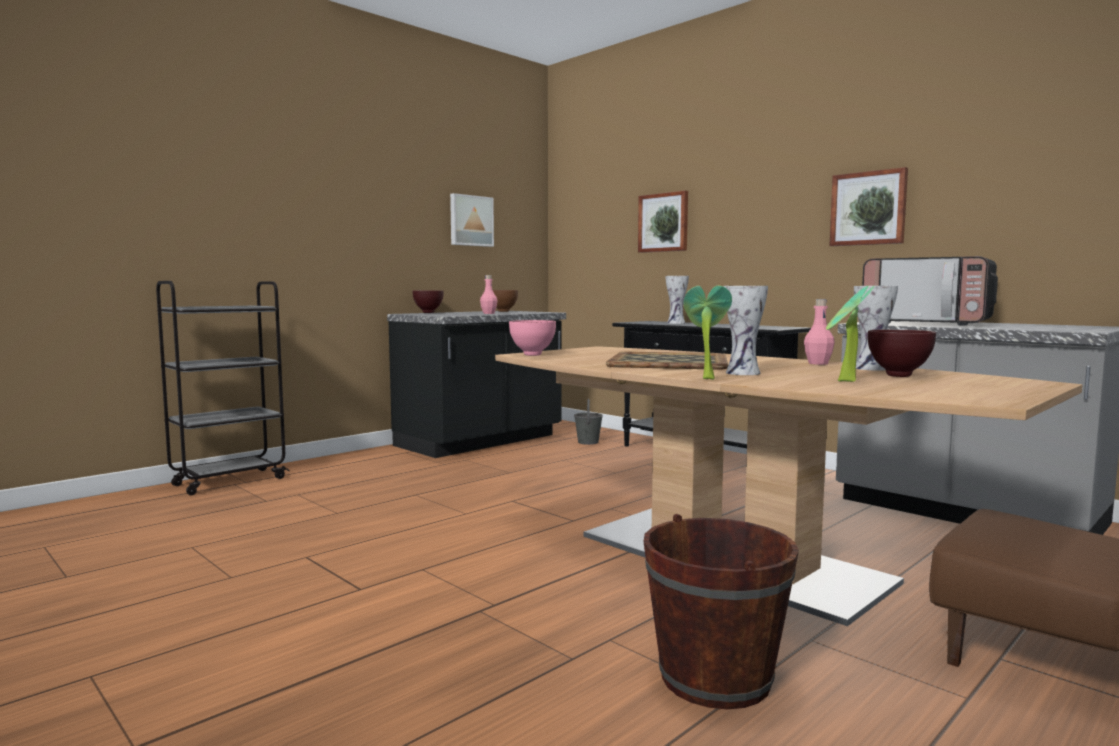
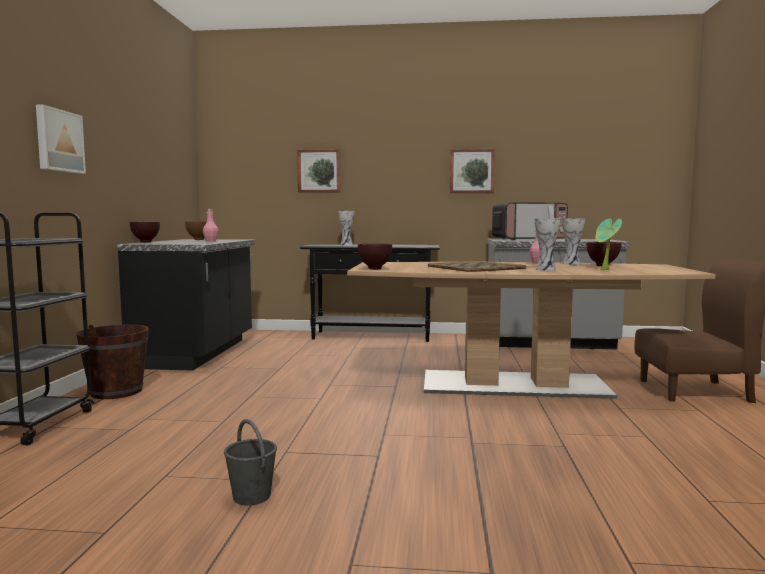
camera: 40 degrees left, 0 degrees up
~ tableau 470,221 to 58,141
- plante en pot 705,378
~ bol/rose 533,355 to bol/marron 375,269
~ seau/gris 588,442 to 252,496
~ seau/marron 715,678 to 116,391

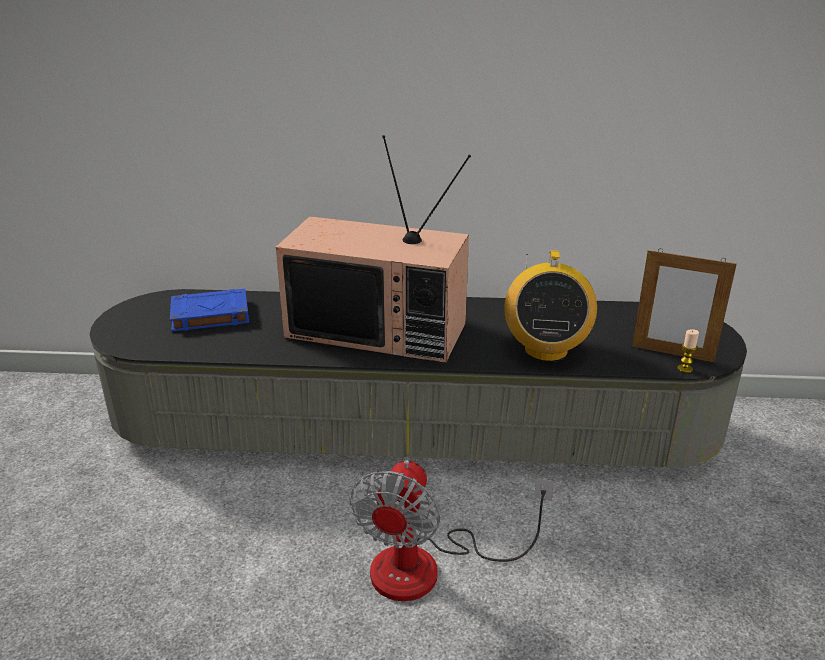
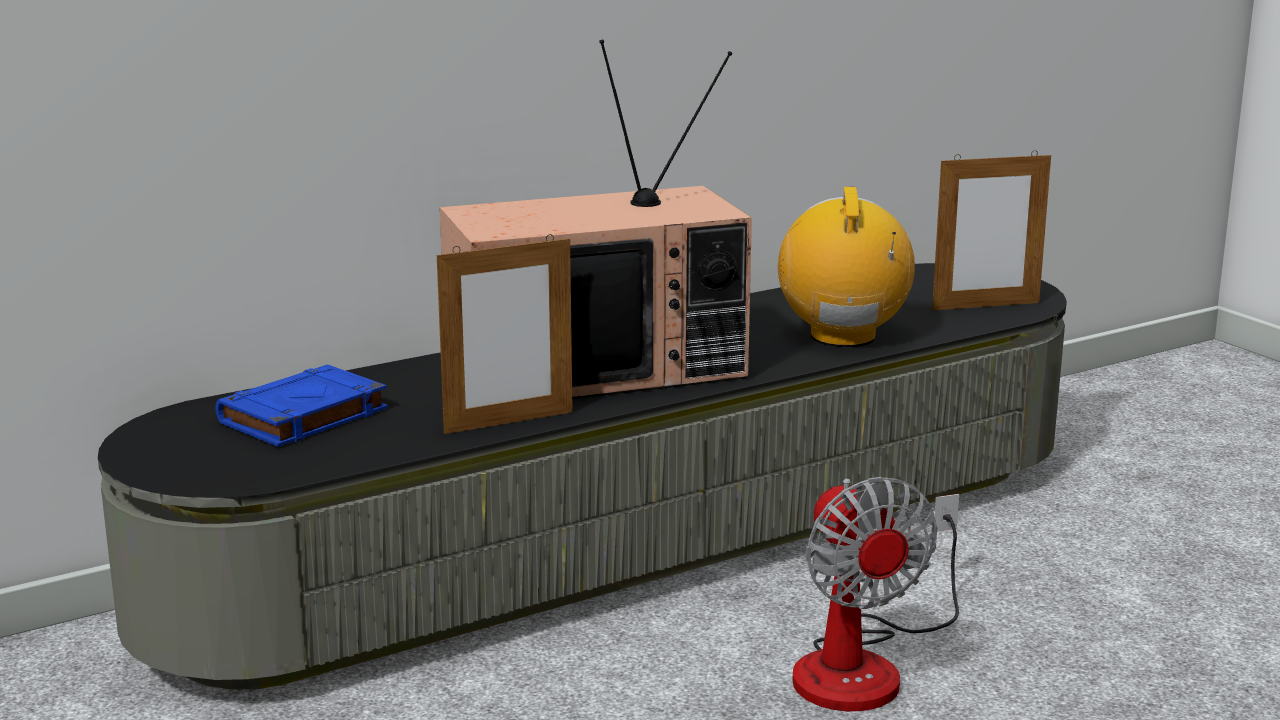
camera: 35 degrees left, 10 degrees down
~ radio 545,350 = 843,337 150 degrees counterclockwise
- bougie 685,369
+ cadre photo 509,422

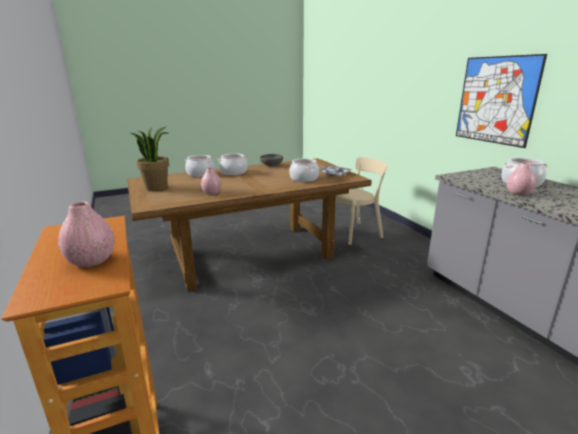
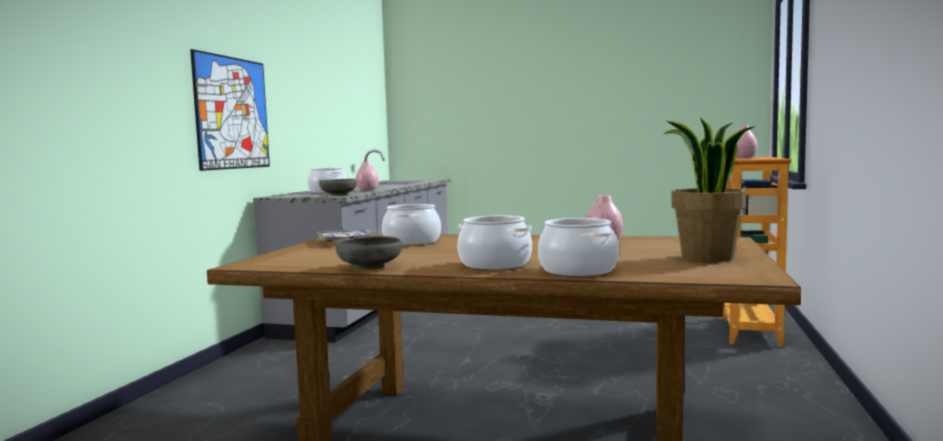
camera: 140 degrees left, 15 degrees down
- chaise/beige 357,233
+ bol/gris 338,195

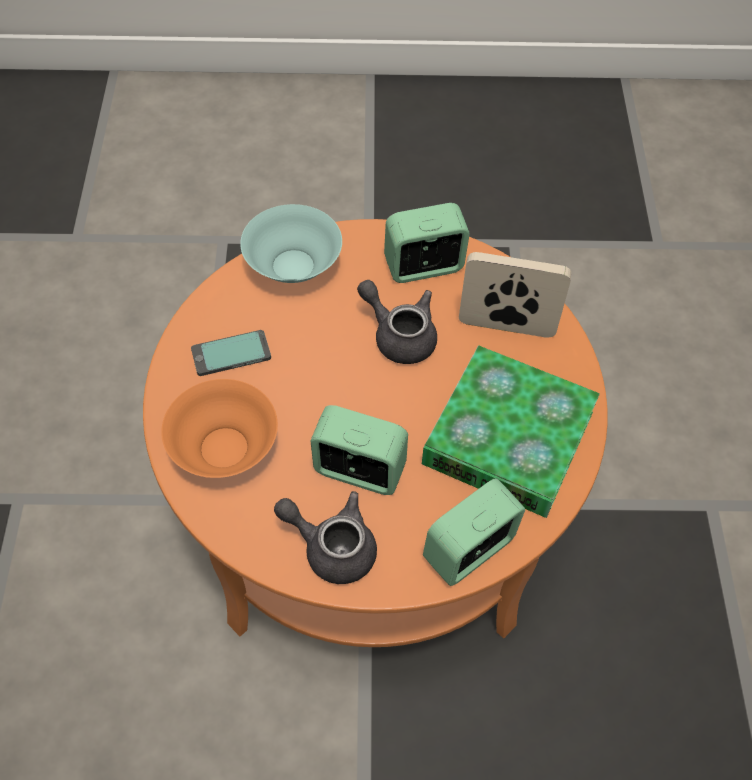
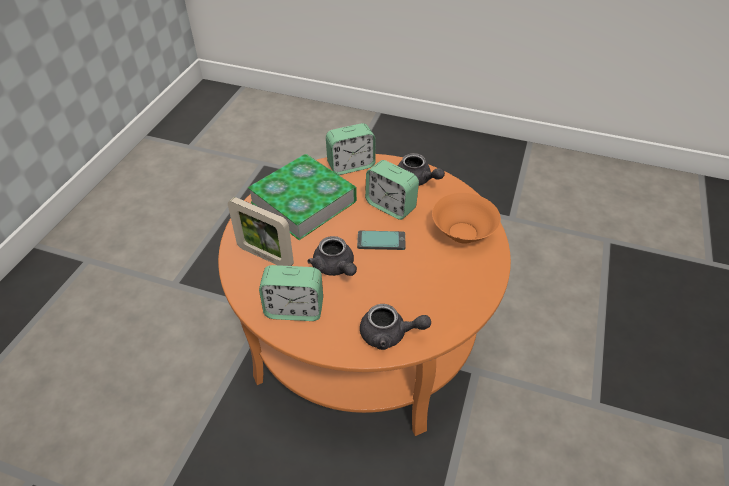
camera: 160 degrees left, 10 degrees down
~ bol/turquoise 292,267 to théière/gris 389,335
~ téléphone 231,354 to 381,241

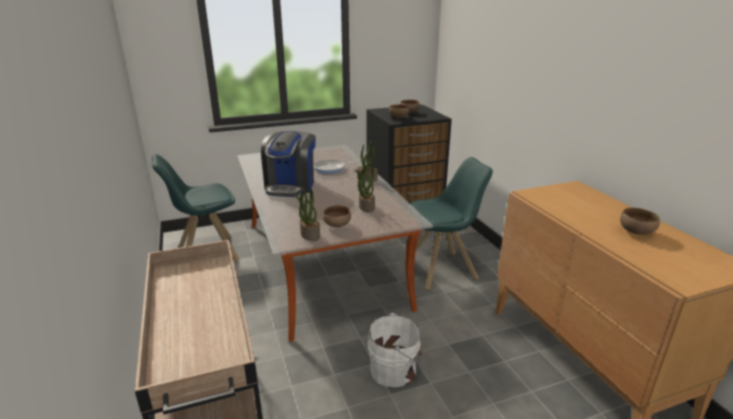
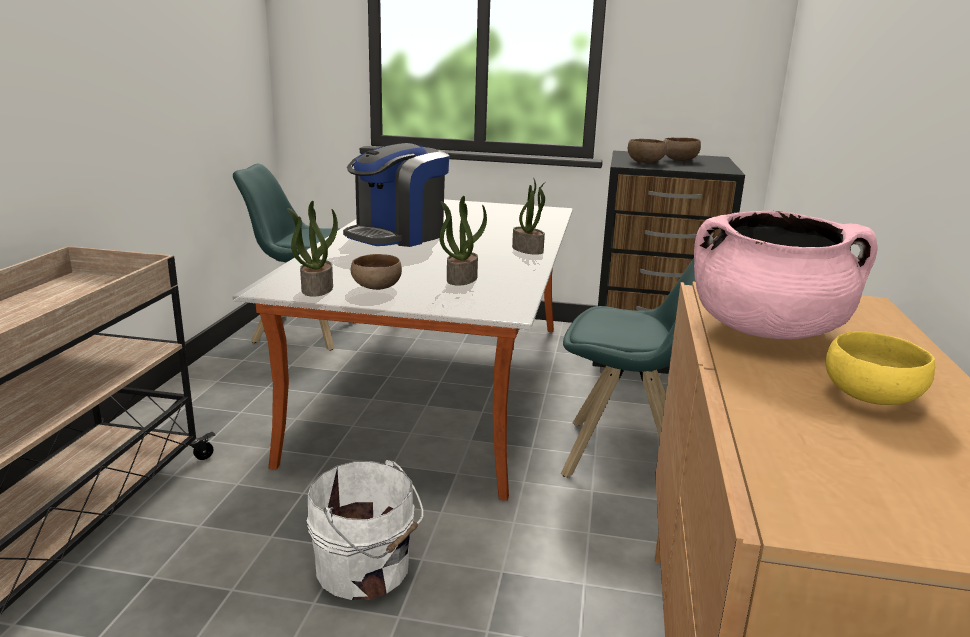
camera: 30 degrees right, 5 degrees down
- poêle 331,168
~ bol/marron 637,232 to bol/jaune 872,399
+ marmite/rose 767,331

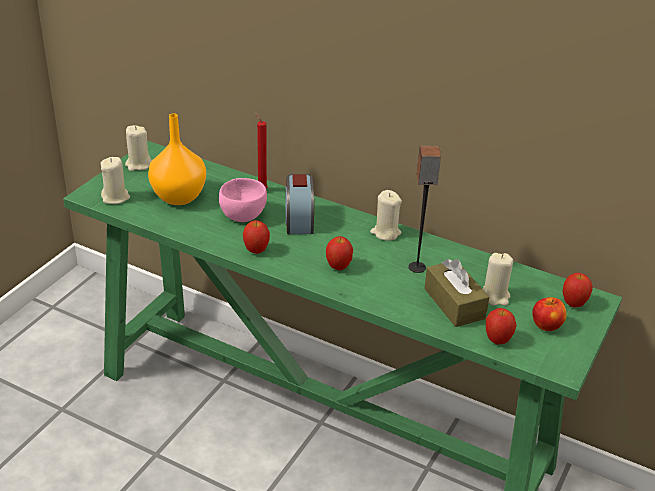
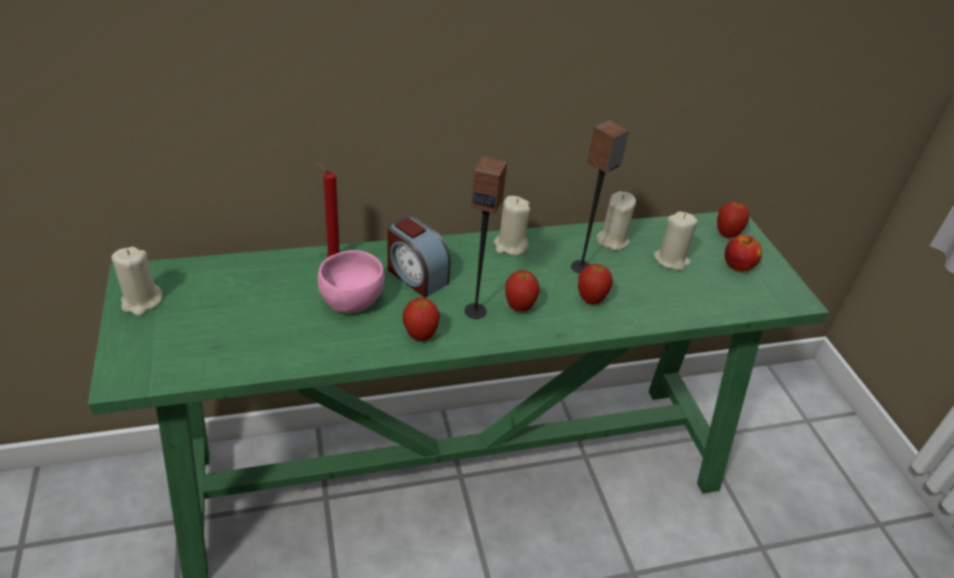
camera: 45 degrees left, 5 degrees up
- vase/orange 179,197
~ bougie/beige 116,197 to 612,240
- boîte à mouchoirs/marron 454,303
~ pomme 497,340 to 590,299
+ enceinte 475,311

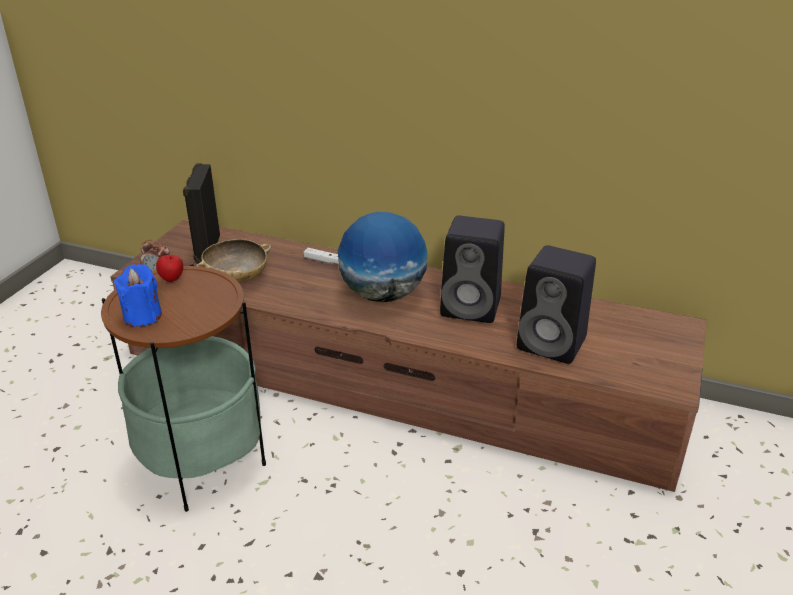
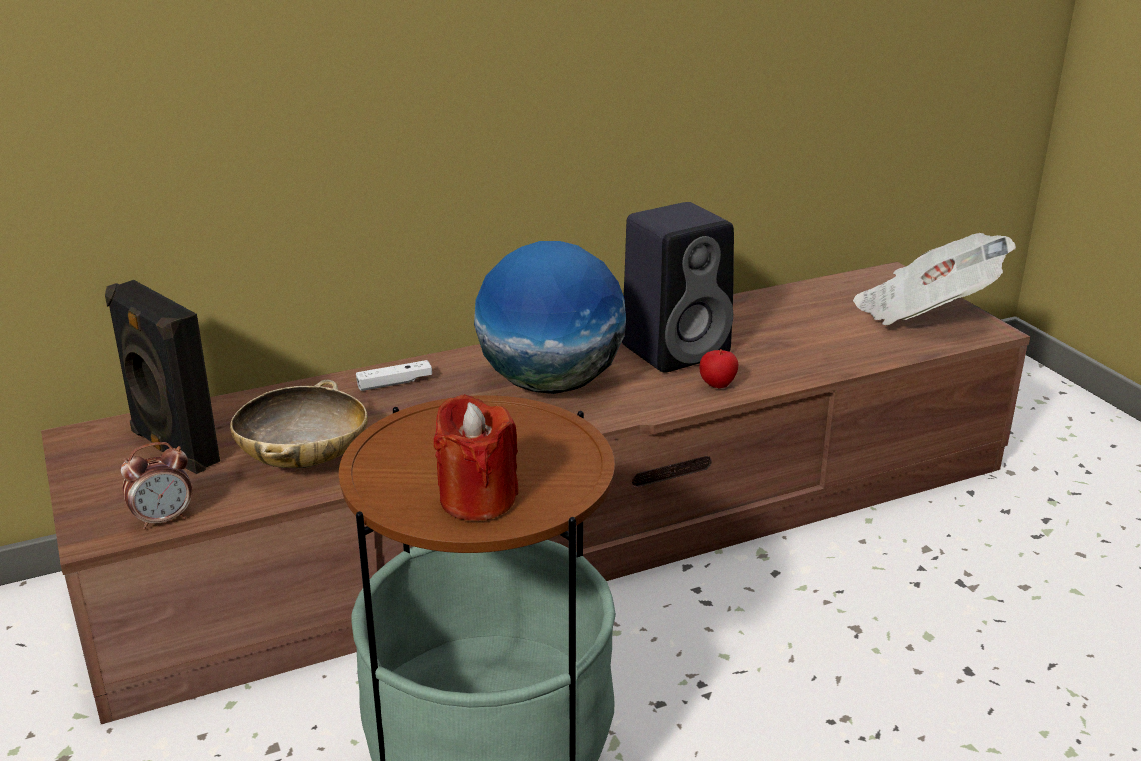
camera: 45 degrees left, 5 degrees down
- enceinte/noir 554,344
~ pomme 172,279 to 717,386
~ bougie/bleu 142,316 to bougie/rouge 477,499
+ journal 925,313

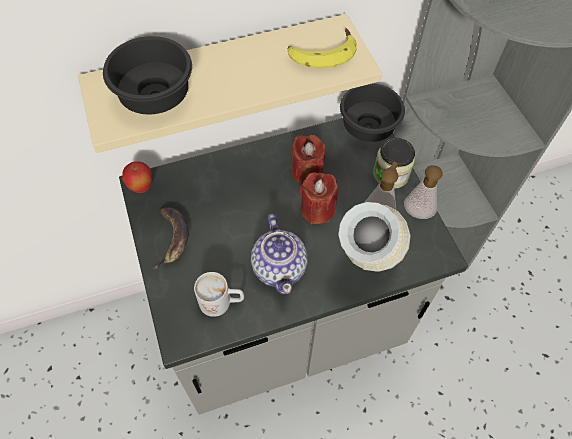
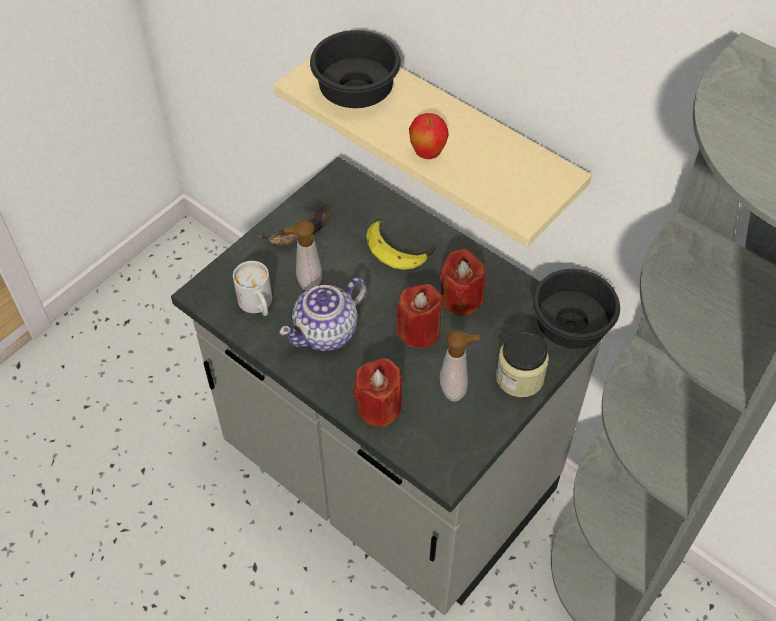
camera: 60 degrees right, 5 degrees down
~ banane 321,53 to 399,248
~ pomme 141,188 to 427,154
~ distributeur de savon 416,215 to 306,282
~ vase 366,267 to bougie/rouge 379,407

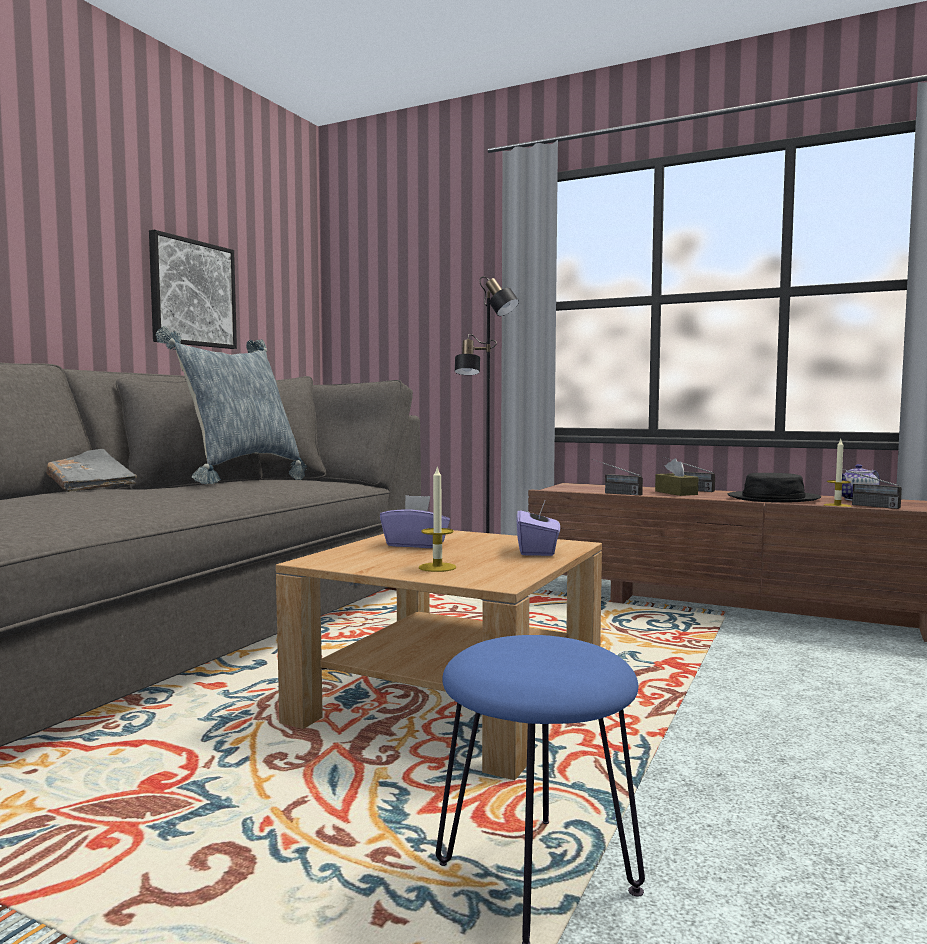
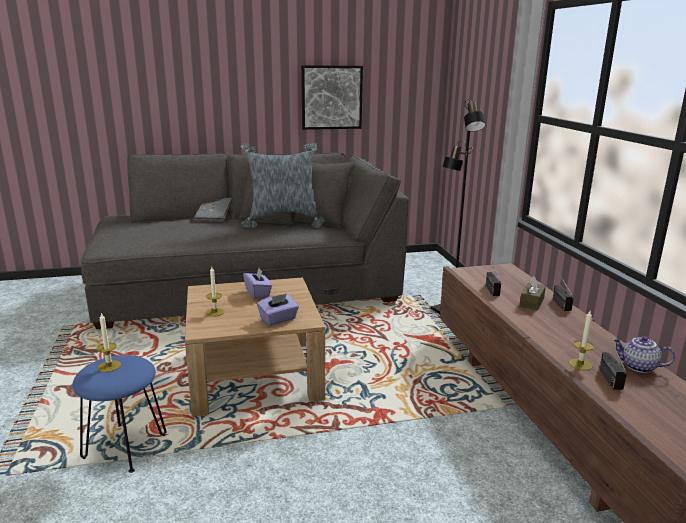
camera: 50 degrees right, 15 degrees up
- chapeau/noir 773,498
+ bougie 109,366

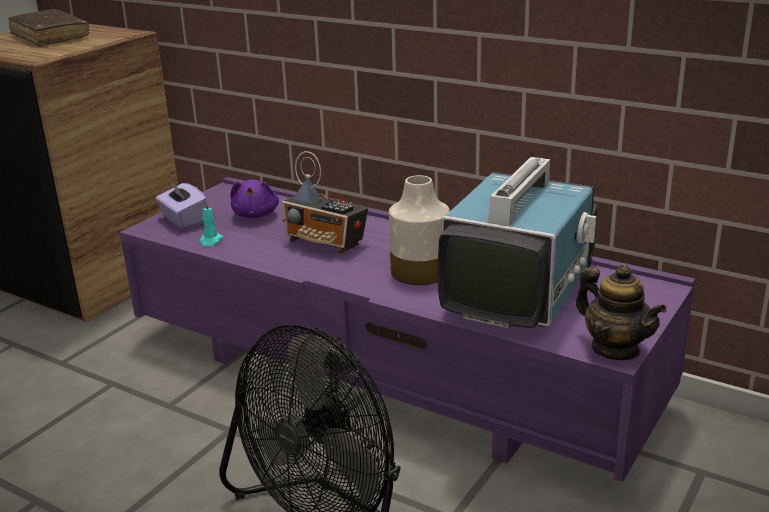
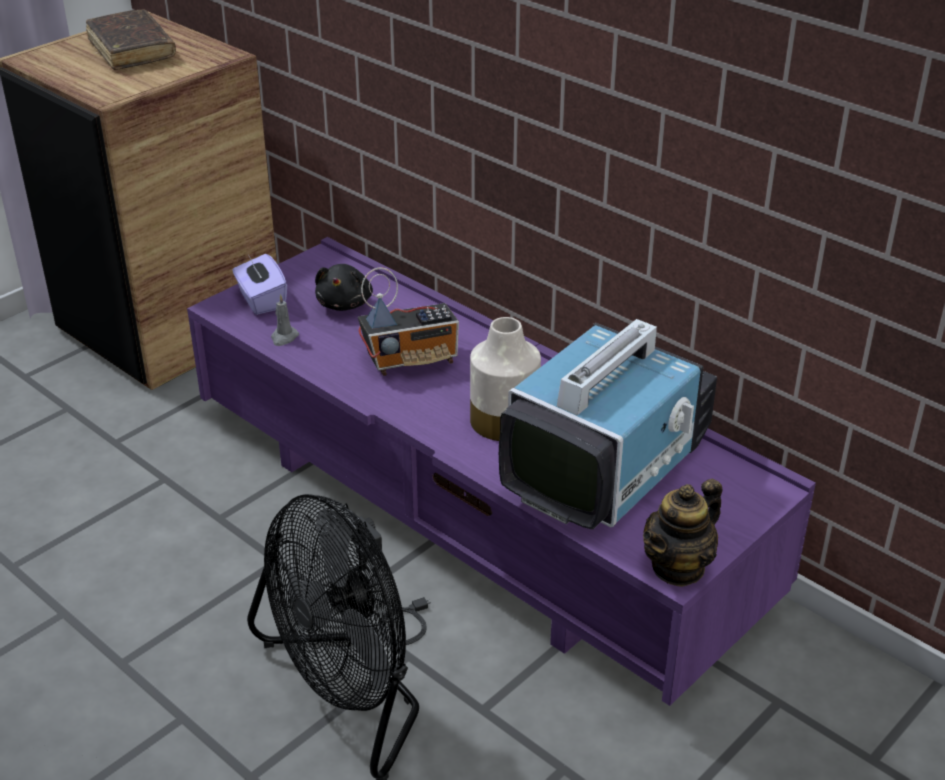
camera: 10 degrees right, 10 degrees up
~ radio 326,243 = 412,360 60 degrees counterclockwise
~ peluche/violet 256,215 to peluche/noir 345,303
~ bougie/turquoise 211,241 to bougie/gris 284,338
~ théière 615,349 = 678,567 75 degrees clockwise

